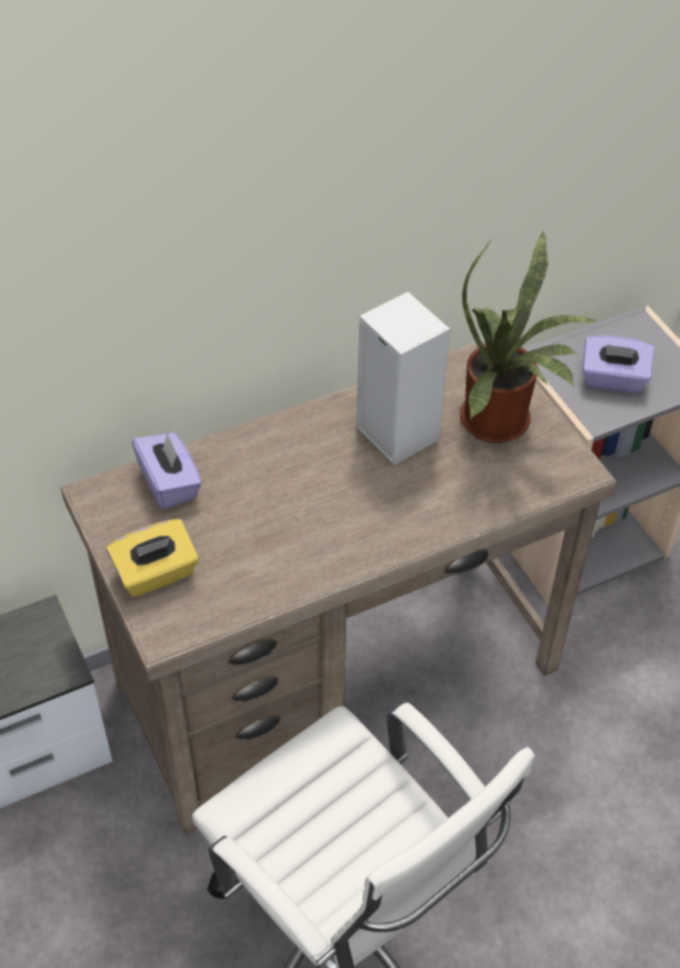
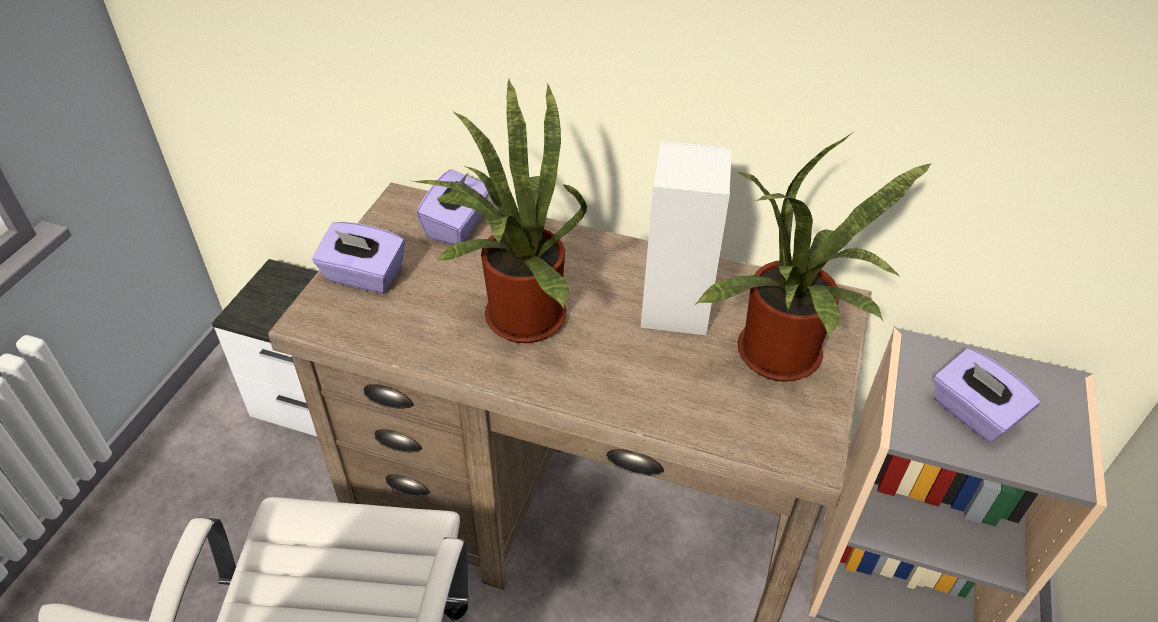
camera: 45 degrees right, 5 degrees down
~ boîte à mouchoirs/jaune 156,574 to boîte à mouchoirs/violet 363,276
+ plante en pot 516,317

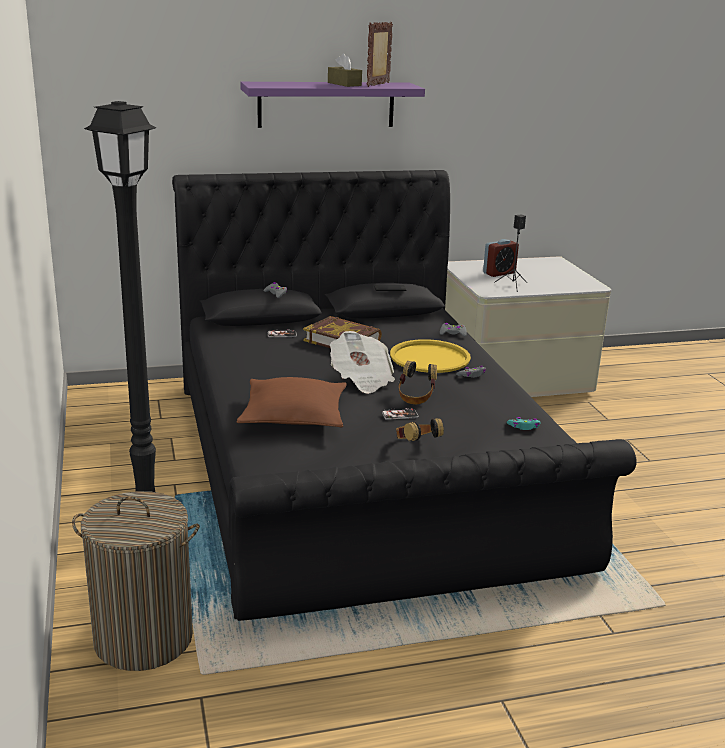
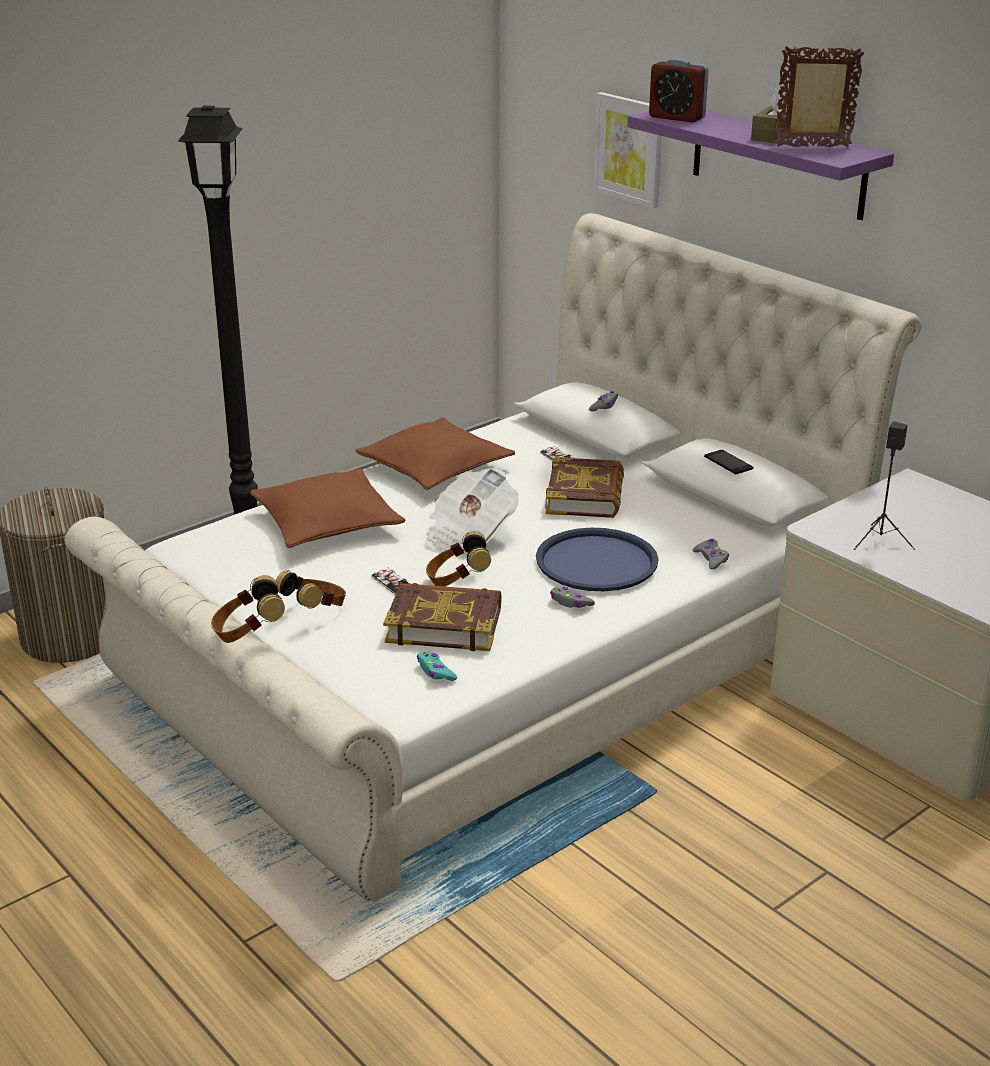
camera: 65 degrees right, 5 degrees up
~ lit/noir 358,465 to lit/beige 494,655
~ réveil 499,273 to 677,118
~ plateau/jaune 429,358 to plateau/bleu 596,562
+ tableau 629,149
+ coussin/marron 435,468
+ casque audio 248,633
+ livre 444,624

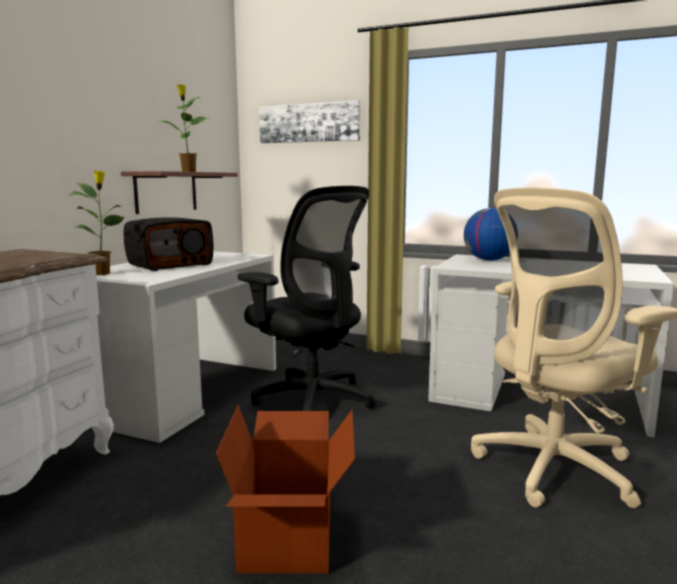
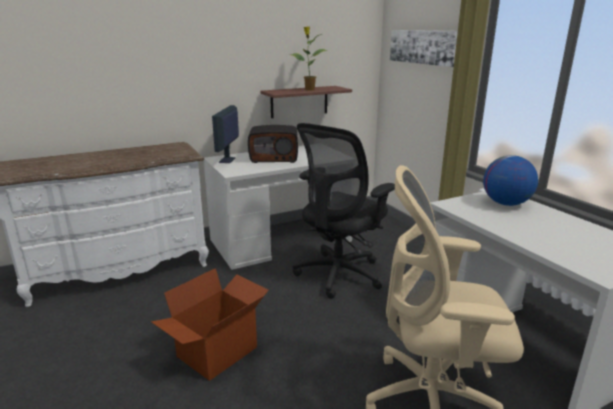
camera: 40 degrees right, 10 degrees up
~ plante en pot 102,273 to écran d'ordinateur 227,160
~ chaise de bureau/noir 308,399 = 341,271 45 degrees clockwise

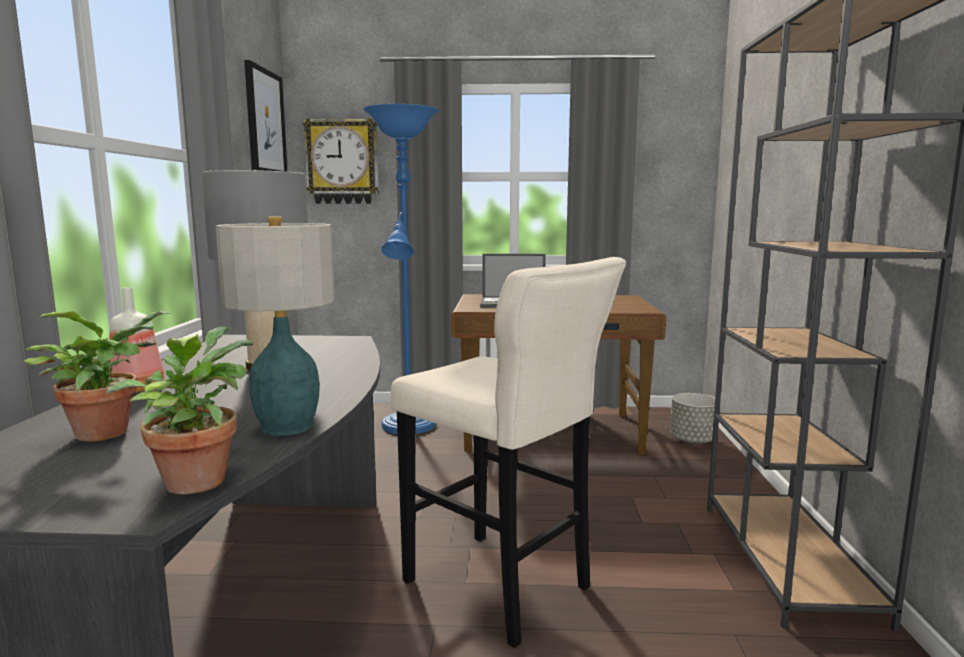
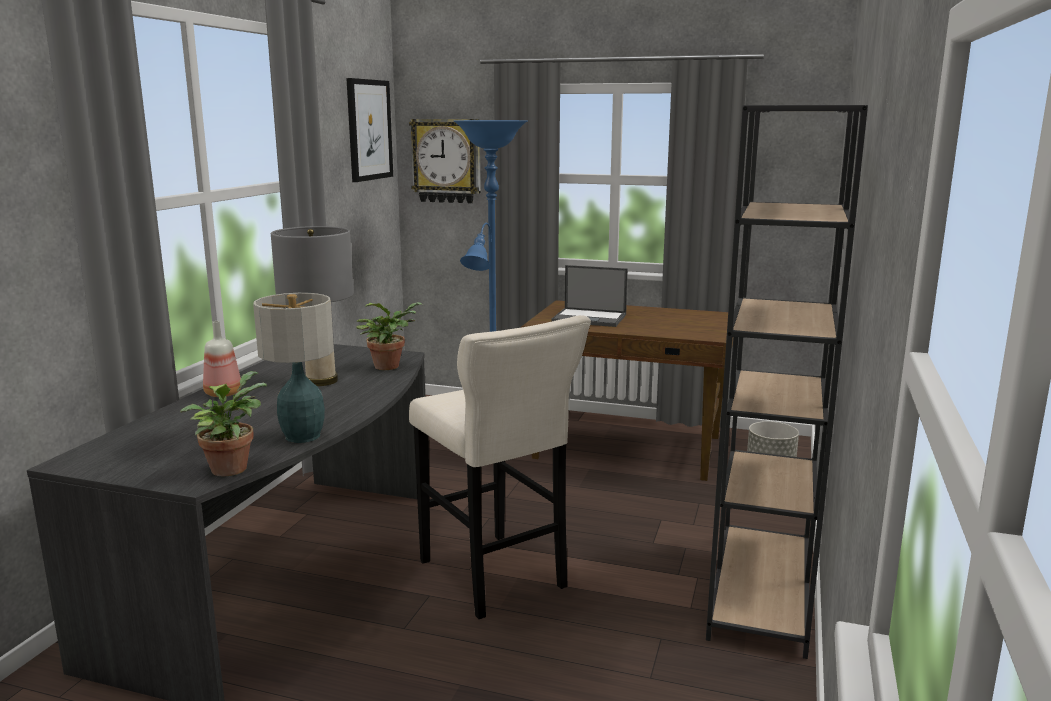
camera: 15 degrees right, 5 degrees up
~ plante en pot 108,431 to 389,366

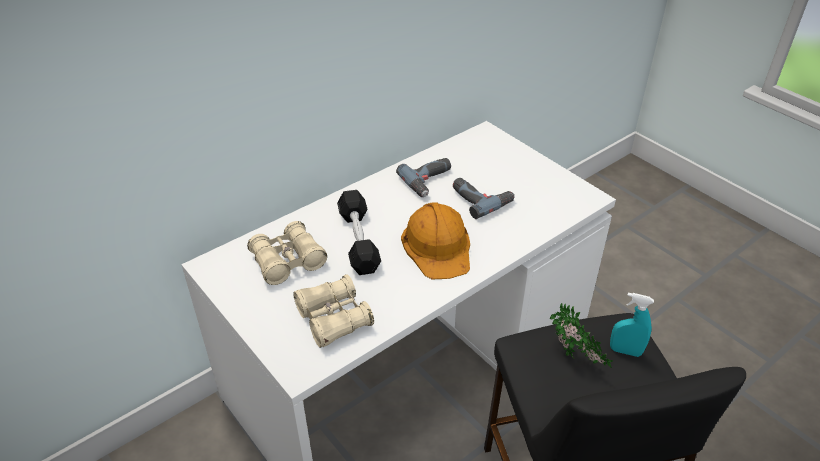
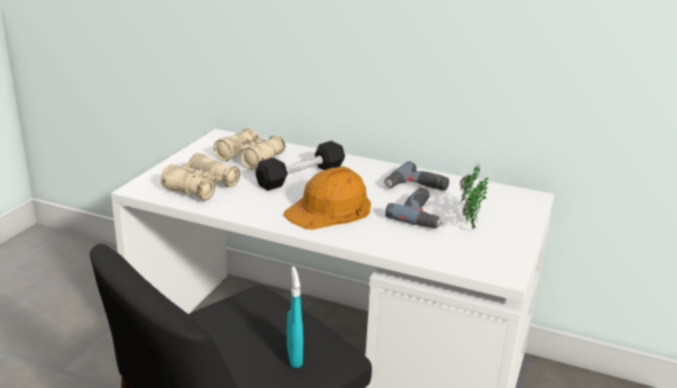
camera: 60 degrees right, 15 degrees down
~ plante en pot 575,358 to 468,223

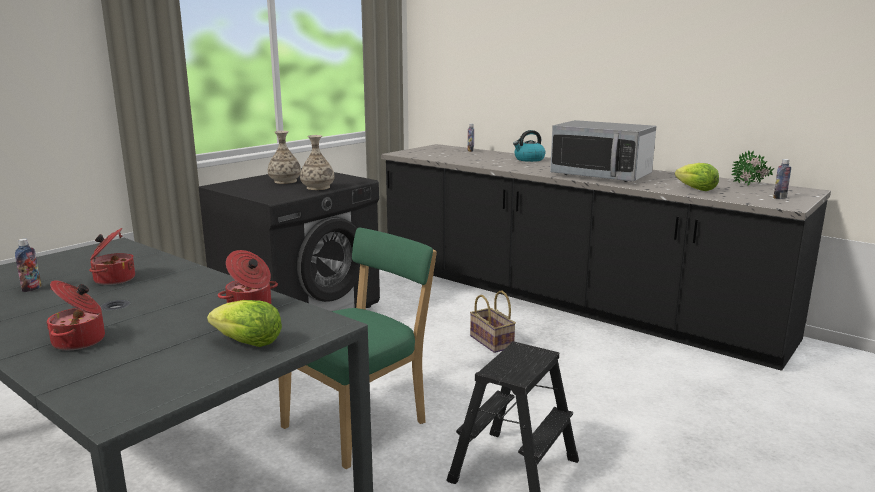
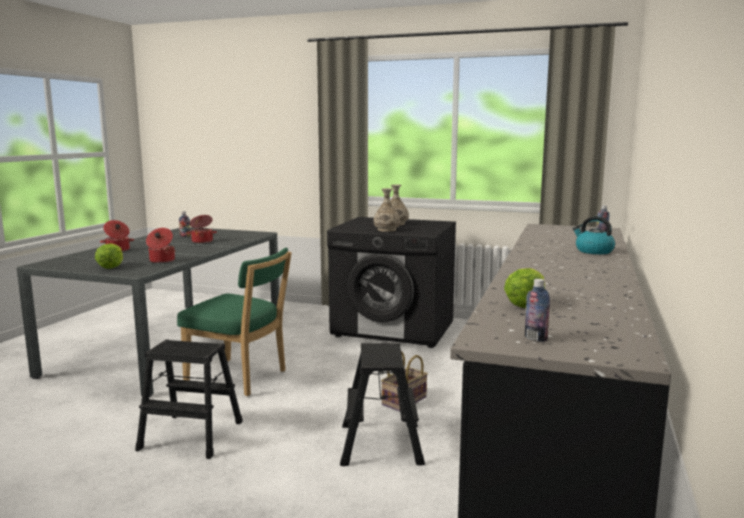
camera: 70 degrees right, 5 degrees down
- micro-ondes 601,175
- plante en pot 751,185
+ escabeau/noir 381,444

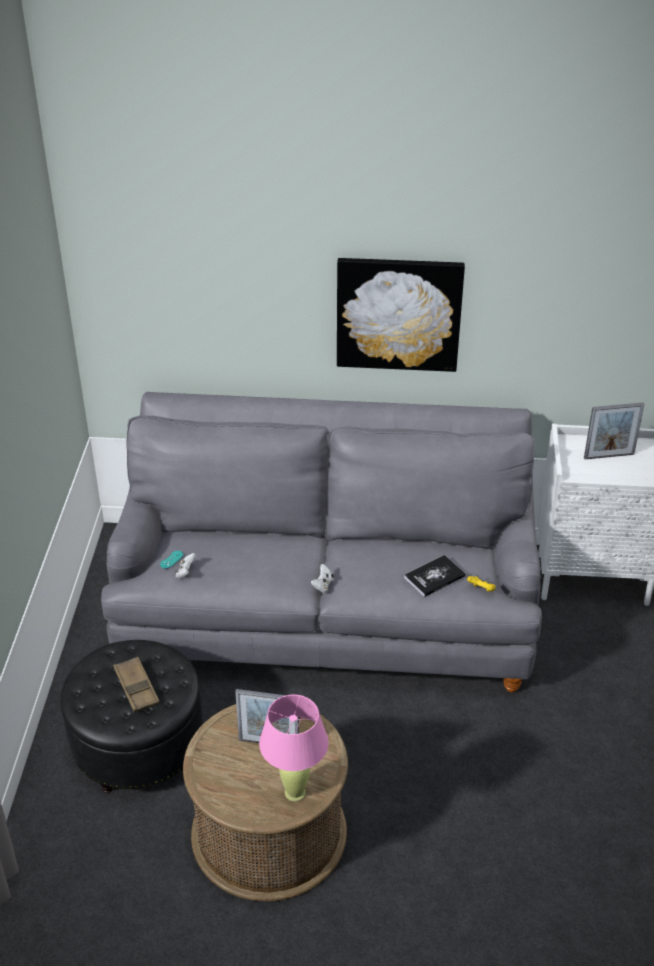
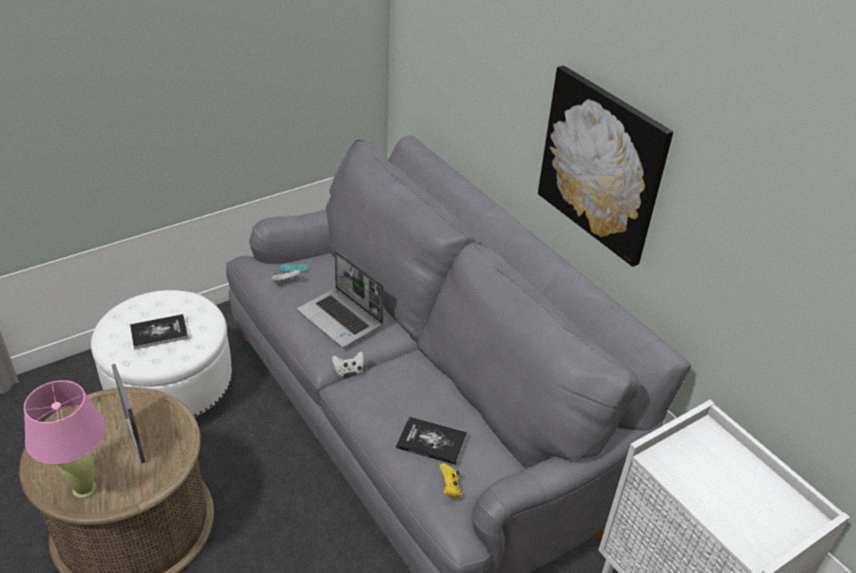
camera: 50 degrees right, 0 degrees up
- cadre photo 609,456
~ pouf/noir 138,747 to pouf/blanc 172,391
~ plateau/marron 136,687 to livre 159,332
+ ordinateur portable 341,319

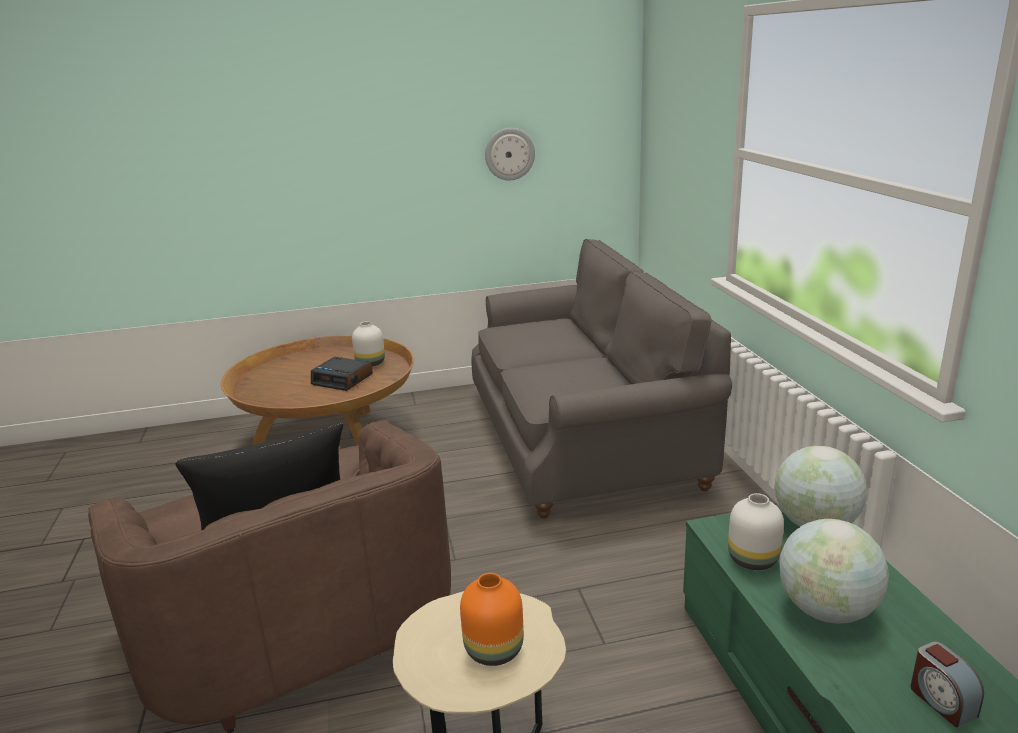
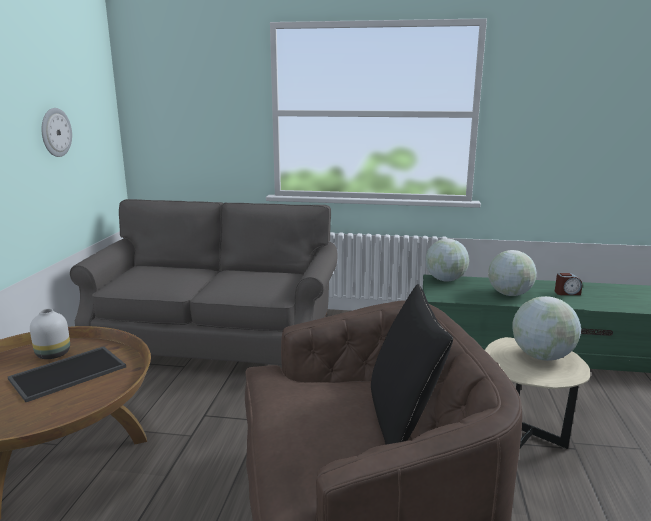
camera: 70 degrees left, 5 degrees down
~ réveil 343,379 to plateau 69,372
- vase/blanc 754,560
~ vase/orange 492,651 to globe 542,356

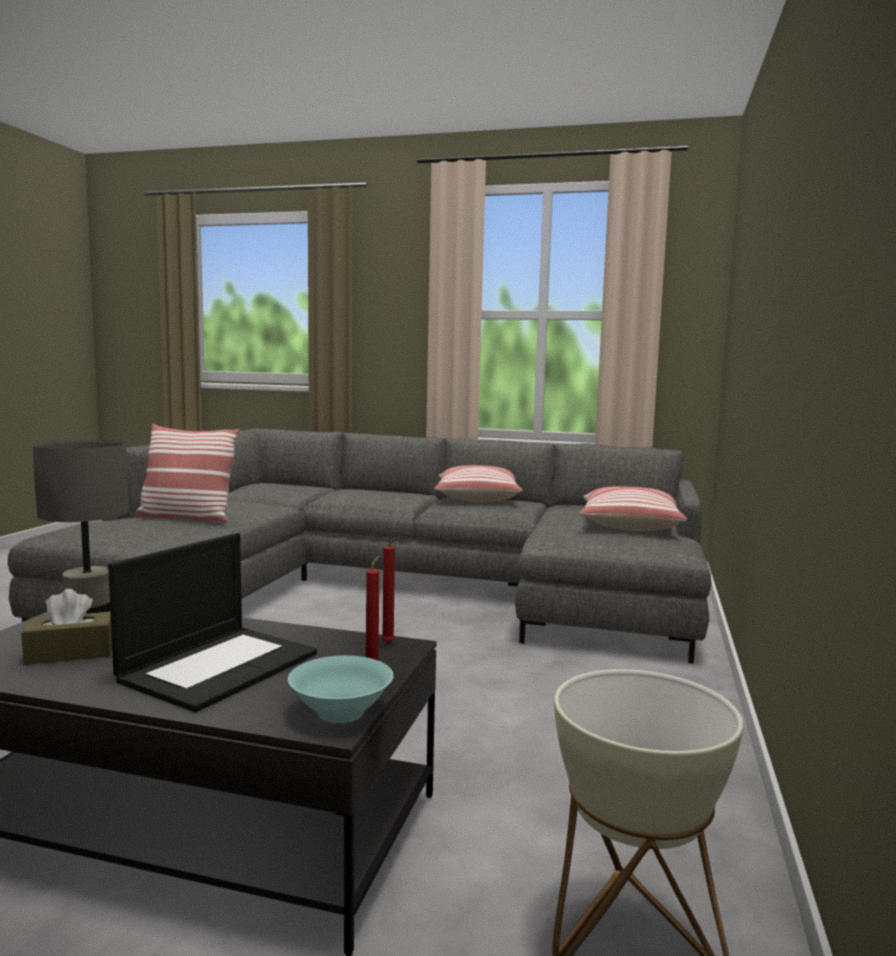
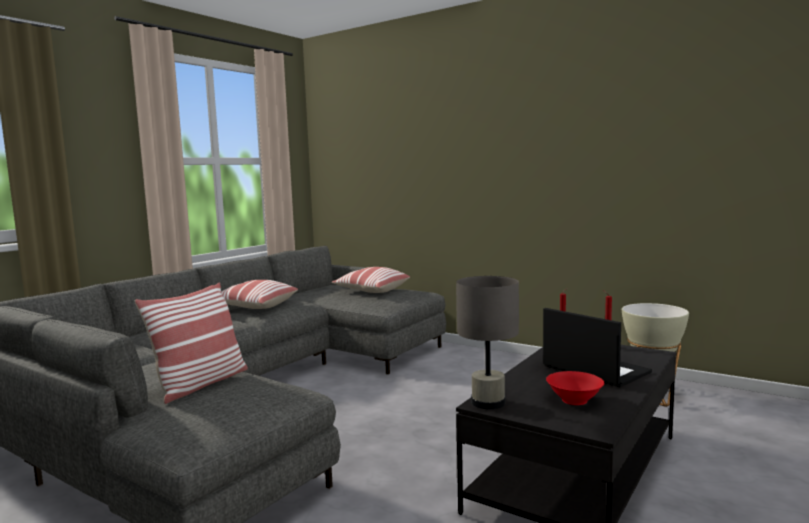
camera: 70 degrees left, 0 degrees up
~ boîte à mouchoirs/marron 70,653 to bol/rouge 575,400
- bol/turquoise 341,712

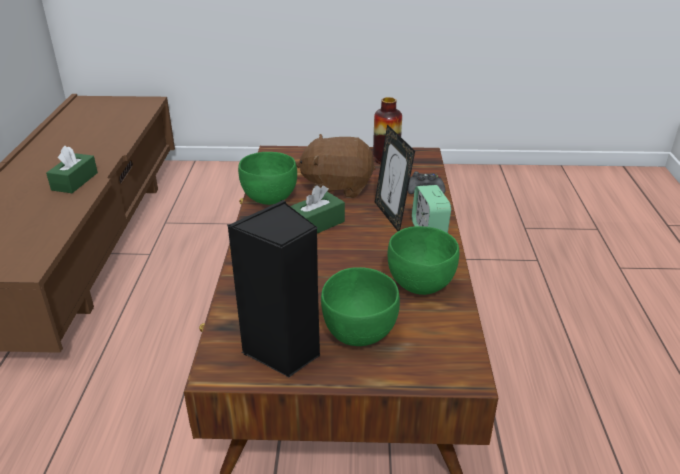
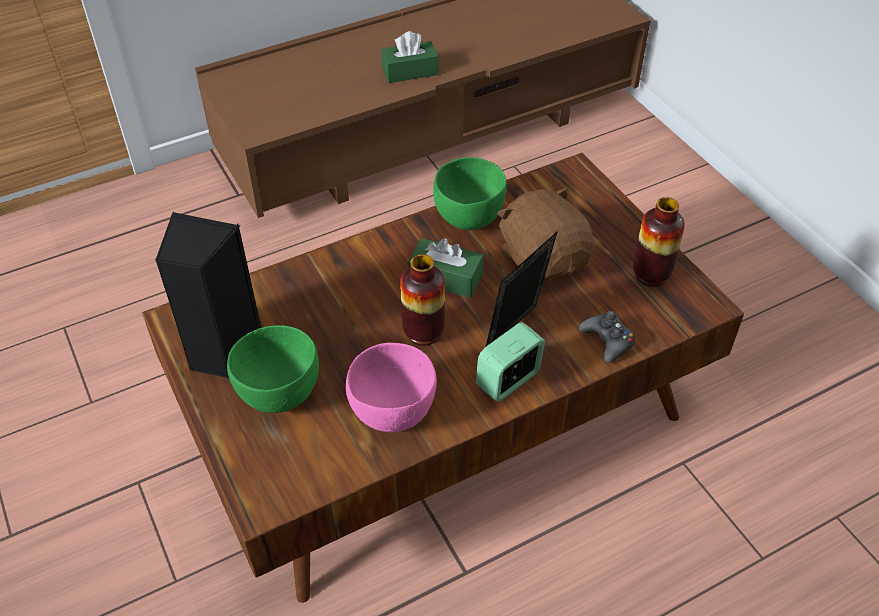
camera: 60 degrees right, 15 degrees up
~ bol/vert 420,285 to bol/rose 392,412
+ vase 423,332

